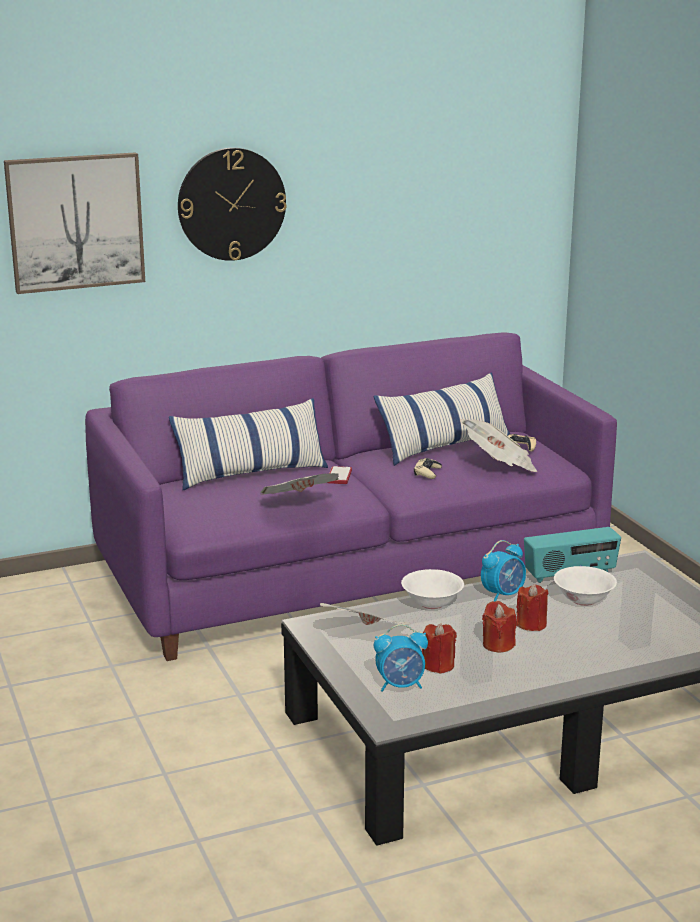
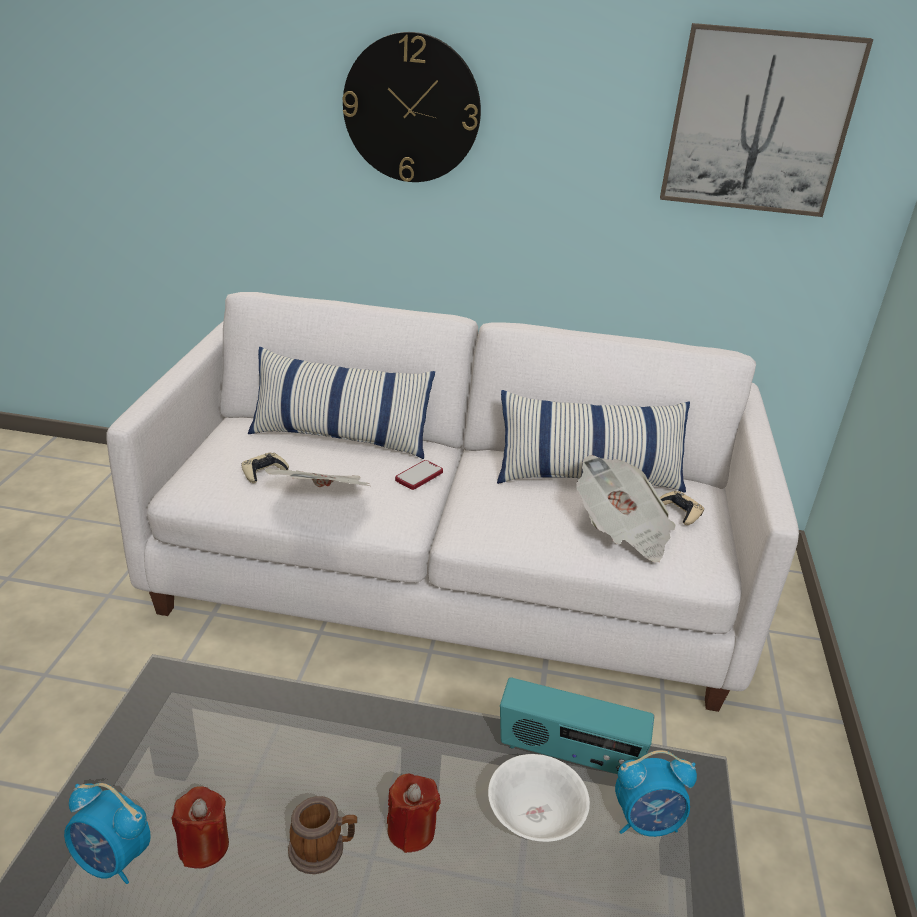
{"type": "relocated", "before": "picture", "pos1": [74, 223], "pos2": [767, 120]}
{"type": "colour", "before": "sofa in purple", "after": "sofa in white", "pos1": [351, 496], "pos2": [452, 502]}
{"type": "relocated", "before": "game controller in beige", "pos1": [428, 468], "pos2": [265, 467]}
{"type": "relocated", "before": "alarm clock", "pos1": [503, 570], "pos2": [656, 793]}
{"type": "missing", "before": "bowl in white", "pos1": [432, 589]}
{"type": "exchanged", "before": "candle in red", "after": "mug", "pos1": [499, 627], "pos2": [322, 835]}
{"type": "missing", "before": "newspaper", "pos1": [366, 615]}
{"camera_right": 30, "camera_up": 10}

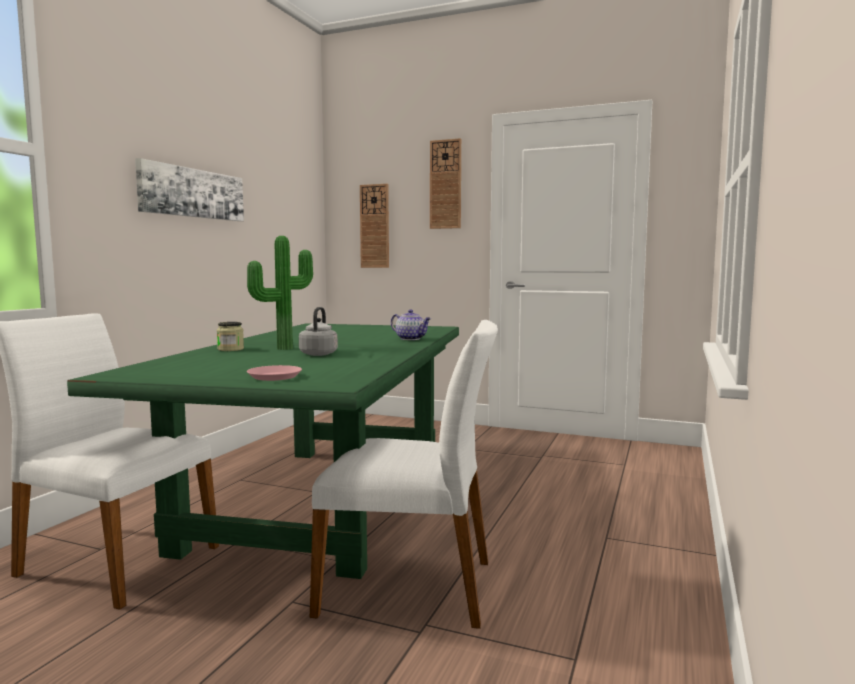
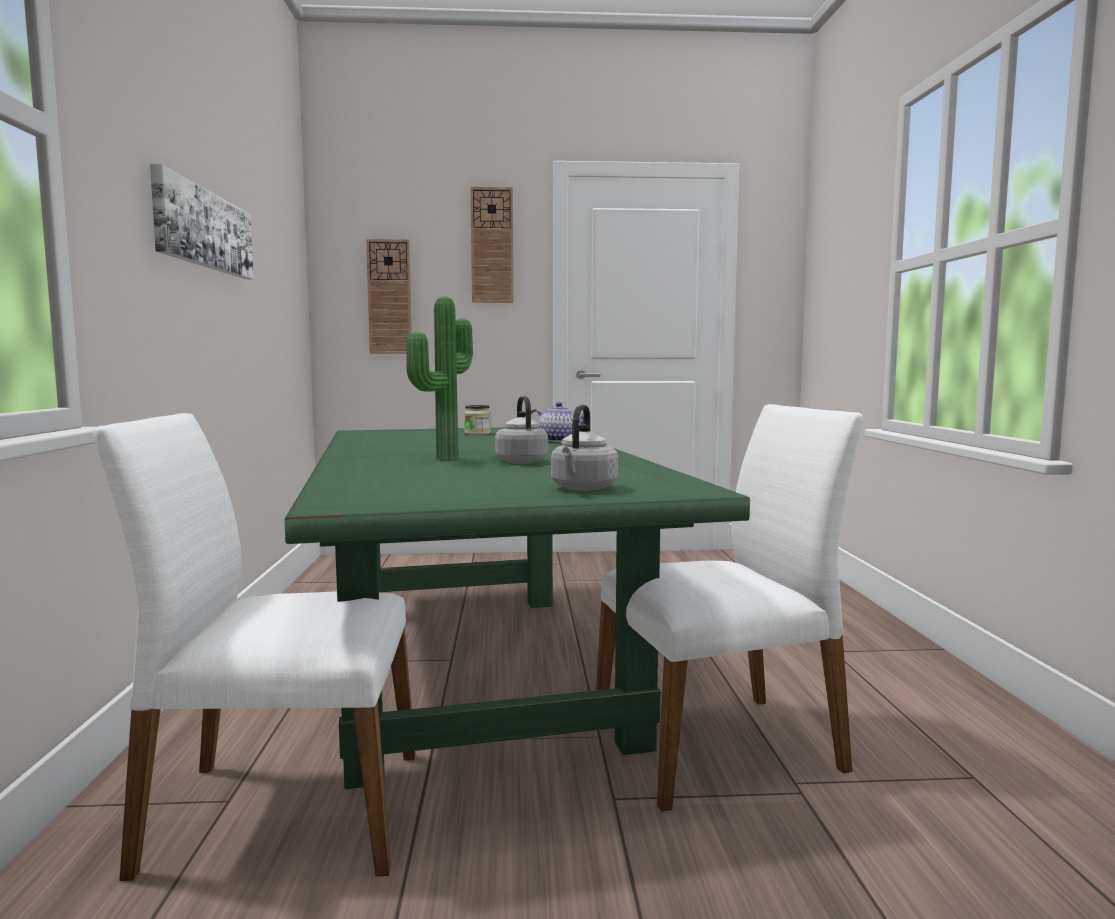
{"type": "relocated", "before": "jar", "pos1": [230, 336], "pos2": [477, 420]}
{"type": "exchanged", "before": "plate in pink", "after": "kettle in grey", "pos1": [274, 373], "pos2": [584, 448]}
{"camera_right": -25, "camera_up": 0}

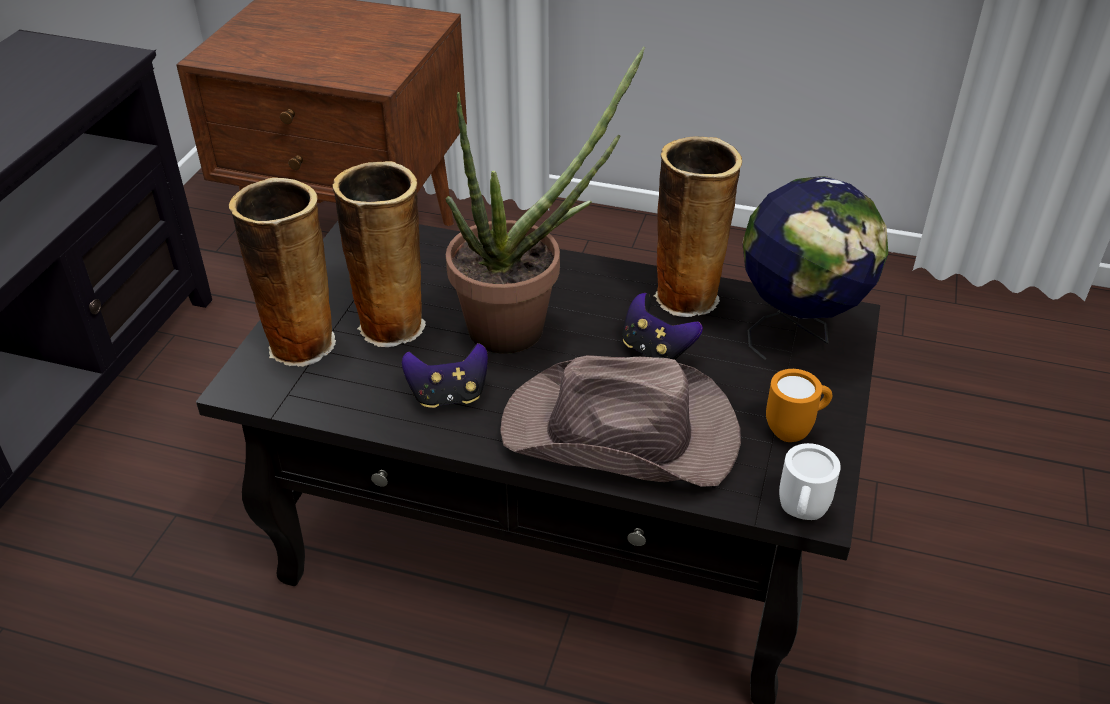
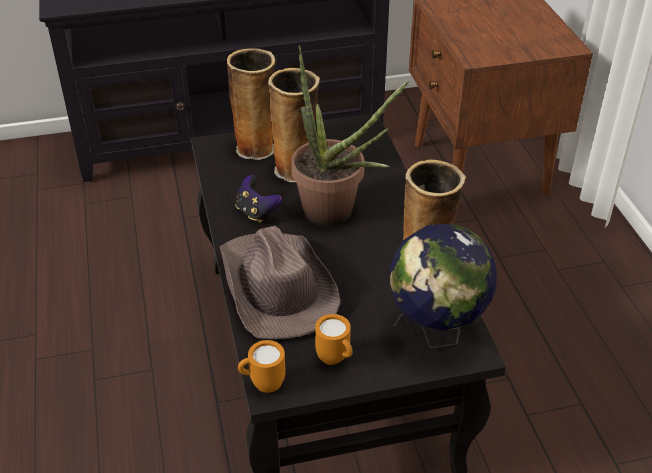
{"type": "missing", "before": "game controller", "pos1": [662, 326]}
{"type": "colour", "before": "mug in white", "after": "mug in orange", "pos1": [810, 481], "pos2": [261, 366]}
{"camera_right": 60, "camera_up": 0}

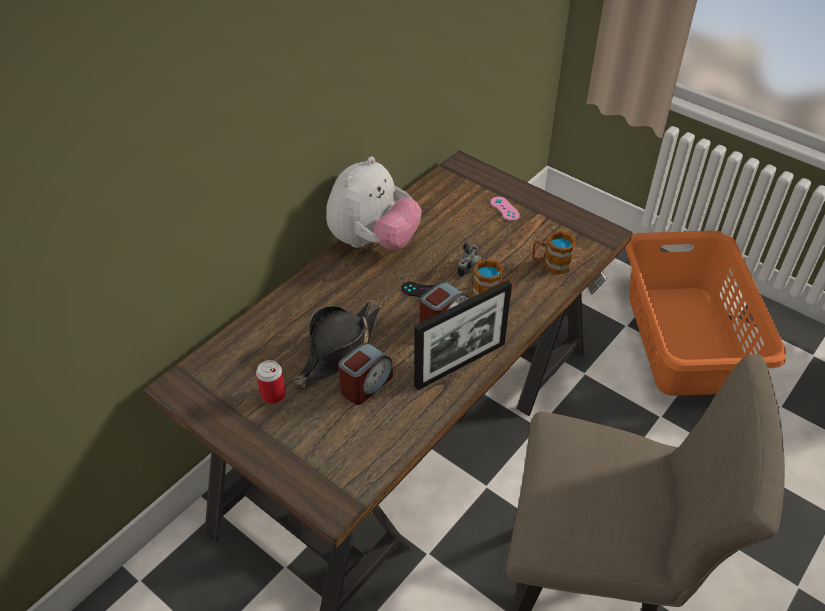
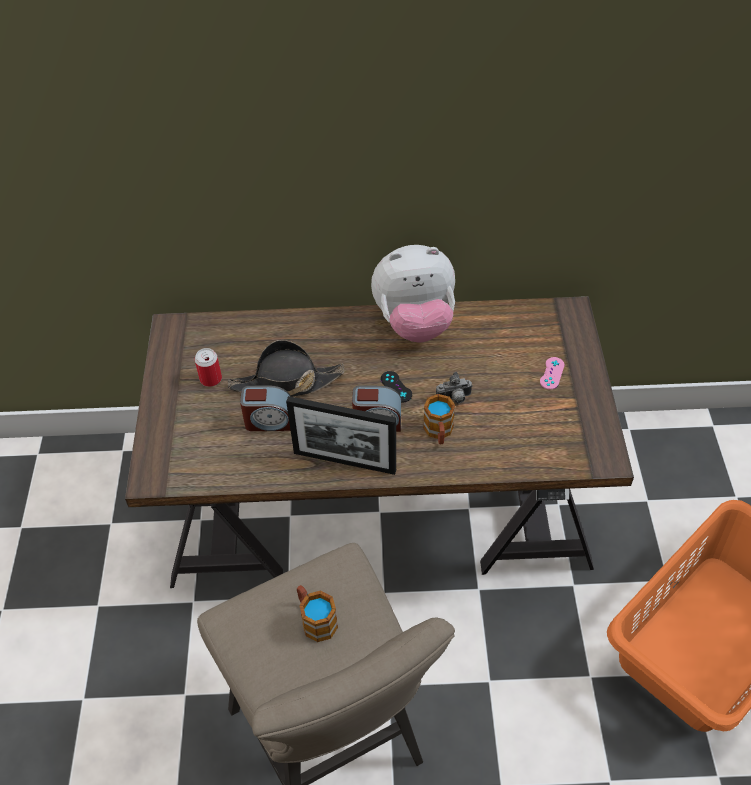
{"type": "relocated", "before": "mug", "pos1": [555, 252], "pos2": [317, 613]}
{"camera_right": 50, "camera_up": 5}

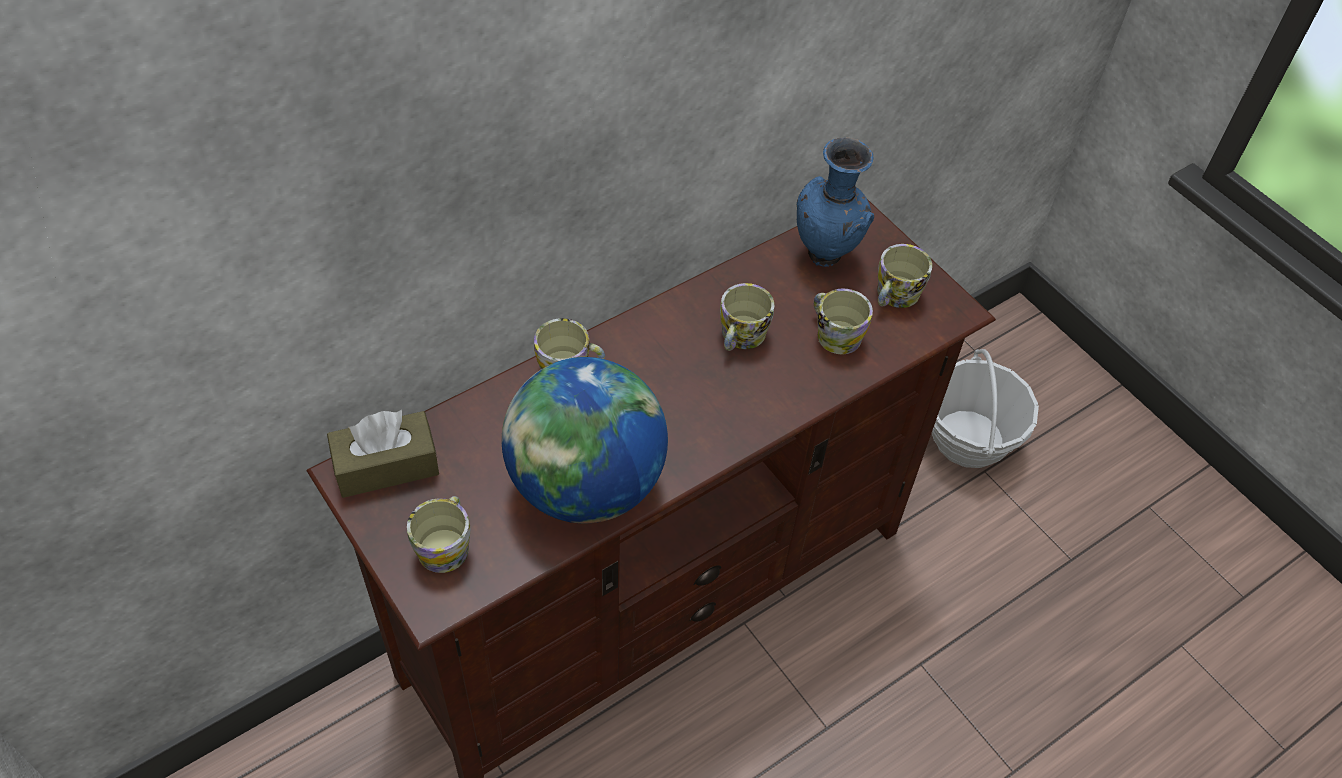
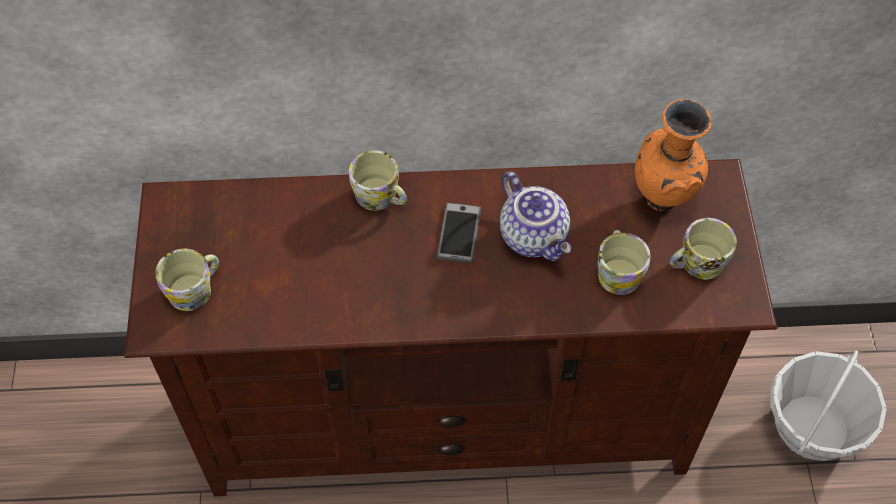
{"type": "colour", "before": "vase in blue", "after": "vase in orange", "pos1": [835, 202], "pos2": [673, 155]}
{"type": "exchanged", "before": "mug", "after": "teapot", "pos1": [747, 317], "pos2": [535, 216]}
{"type": "missing", "before": "globe", "pos1": [585, 440]}
{"type": "missing", "before": "tissue box in brown", "pos1": [383, 454]}
{"type": "appeared", "after": "phone", "pos2": [459, 233]}
{"camera_right": 35, "camera_up": 5}

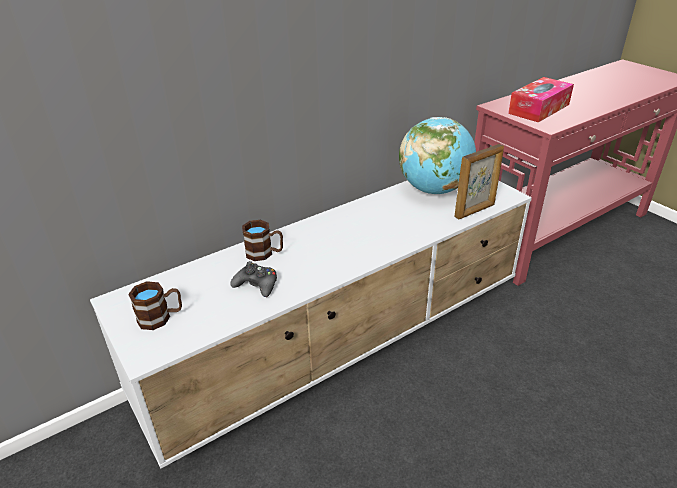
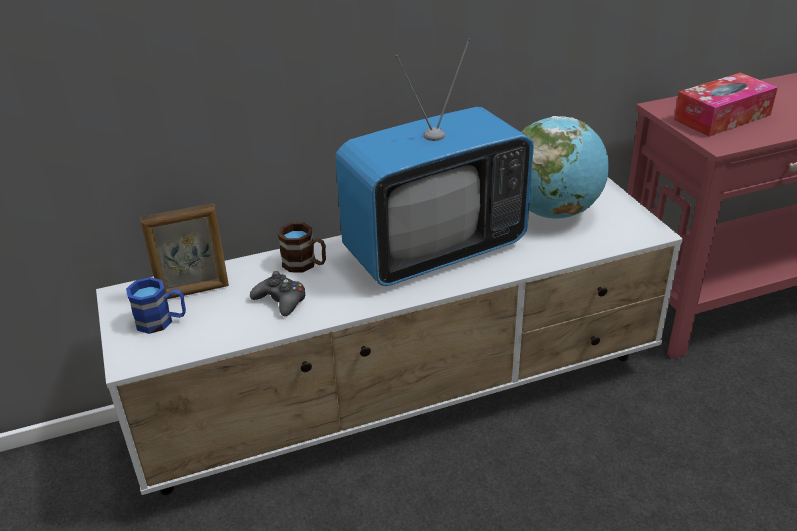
{"type": "relocated", "before": "picture frame", "pos1": [479, 182], "pos2": [184, 251]}
{"type": "colour", "before": "mug in brown", "after": "mug in blue", "pos1": [155, 305], "pos2": [156, 305]}
{"type": "appeared", "after": "television", "pos2": [434, 162]}
{"camera_right": 15, "camera_up": 0}

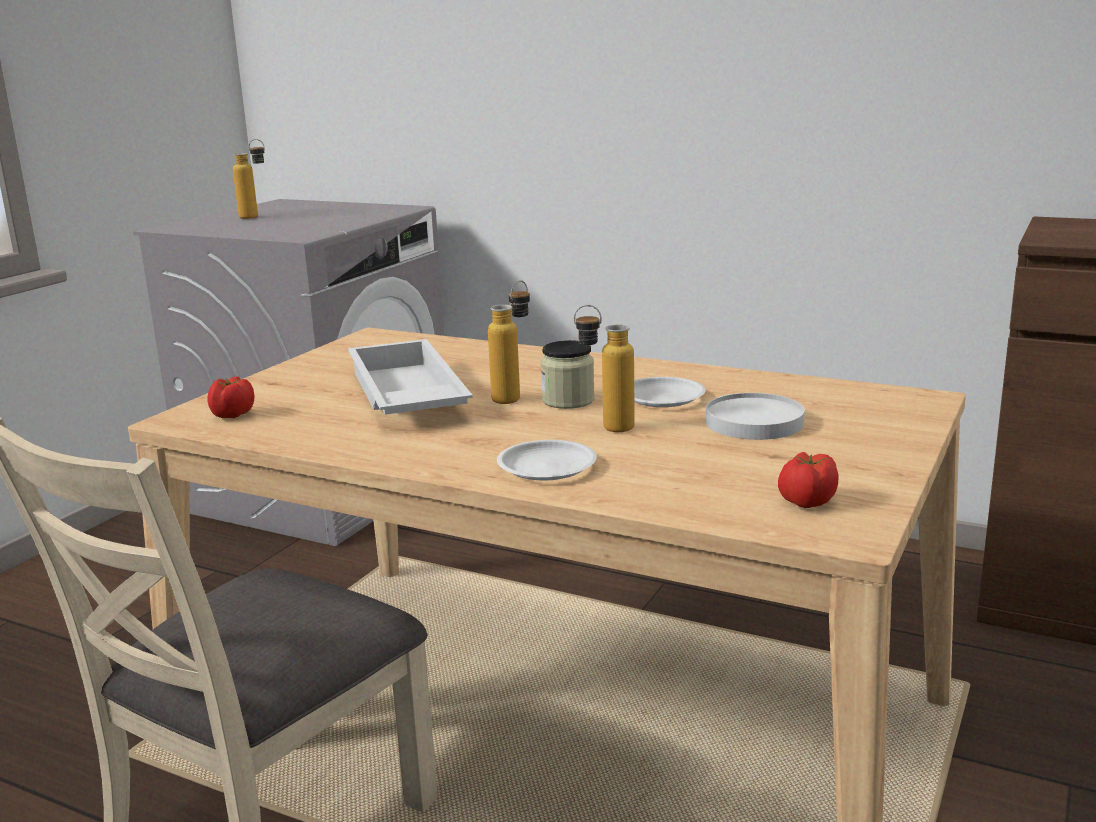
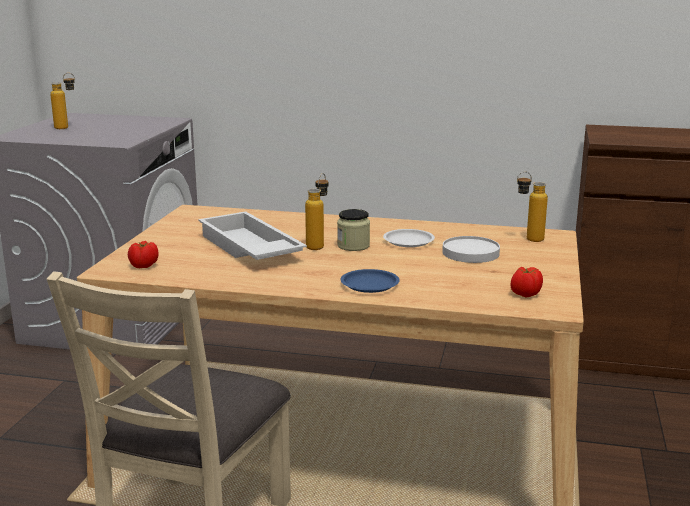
{"type": "relocated", "before": "bottle", "pos1": [604, 368], "pos2": [532, 206]}
{"type": "colour", "before": "plate in white", "after": "plate in blue", "pos1": [547, 460], "pos2": [370, 281]}
{"camera_right": -15, "camera_up": 0}

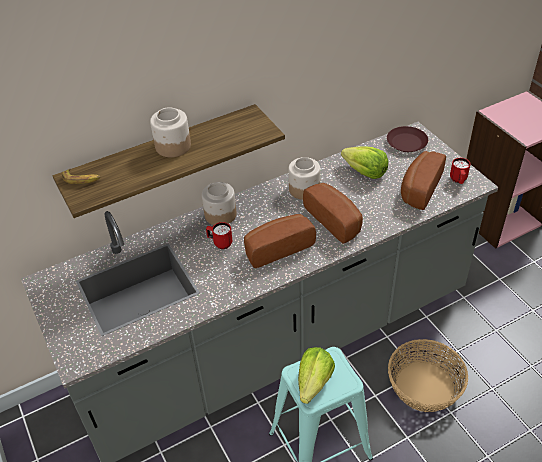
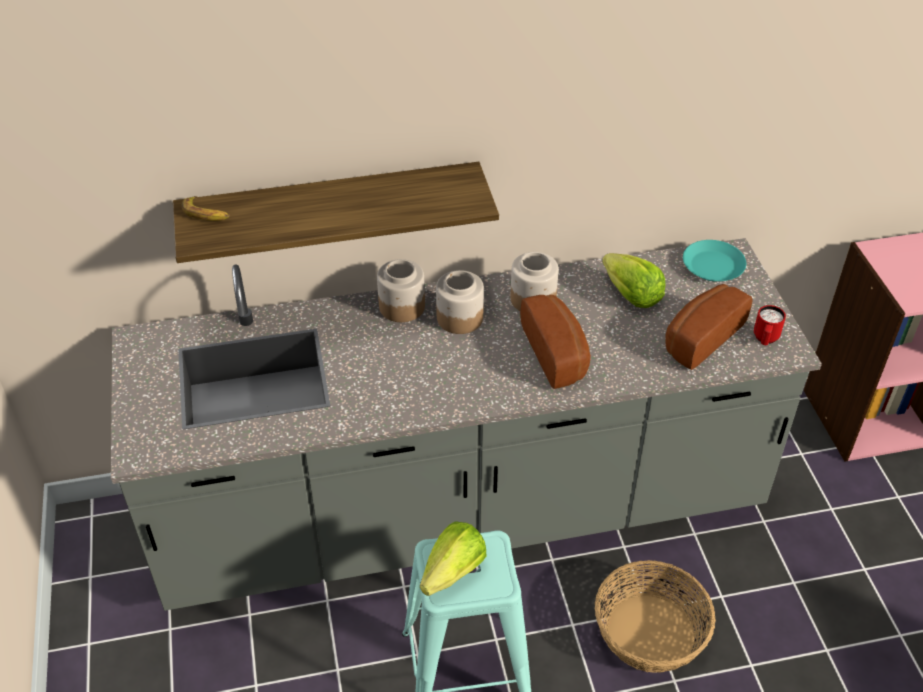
{"type": "relocated", "before": "jar", "pos1": [170, 132], "pos2": [460, 302]}
{"type": "colour", "before": "plate in brown", "after": "plate in turquoise", "pos1": [407, 139], "pos2": [714, 261]}
{"type": "missing", "before": "bread", "pos1": [280, 241]}
{"type": "missing", "before": "mug in red", "pos1": [219, 235]}
{"camera_right": 15, "camera_up": 0}

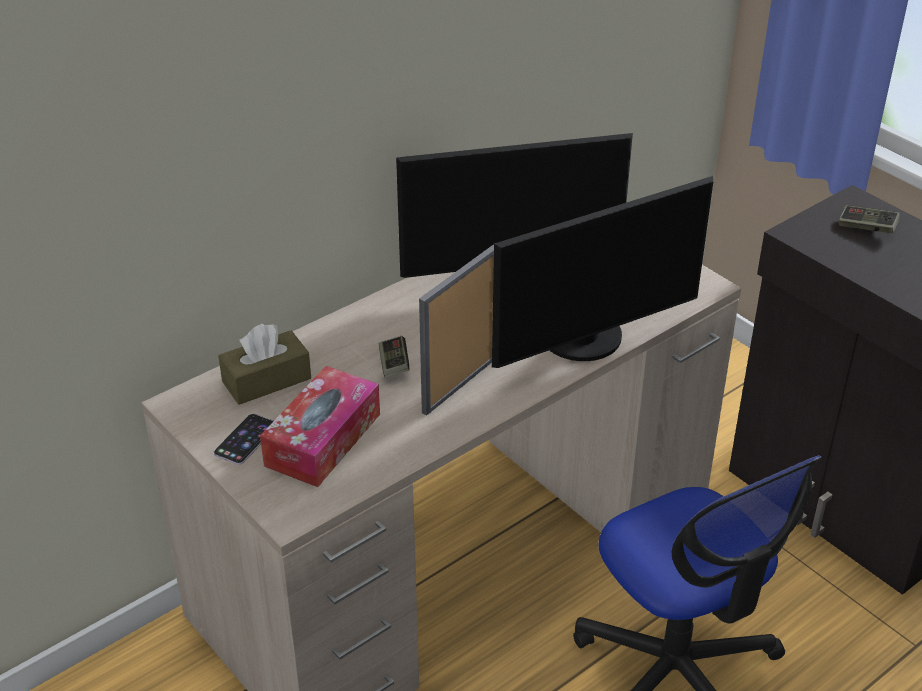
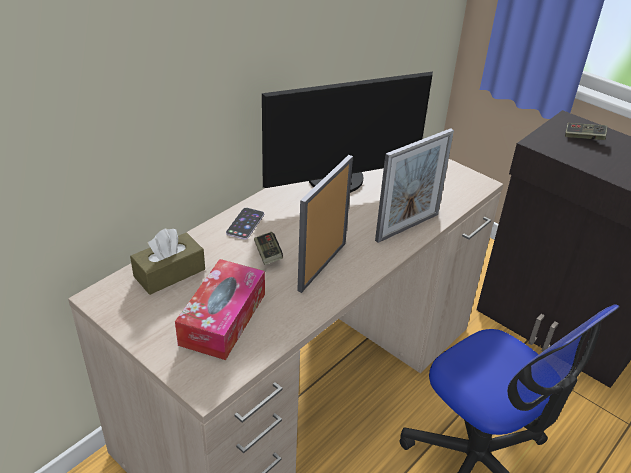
{"type": "exchanged", "before": "monitor", "after": "picture frame", "pos1": [602, 272], "pos2": [414, 185]}
{"type": "relocated", "before": "phone", "pos1": [243, 439], "pos2": [245, 224]}
{"camera_right": -10, "camera_up": 0}

